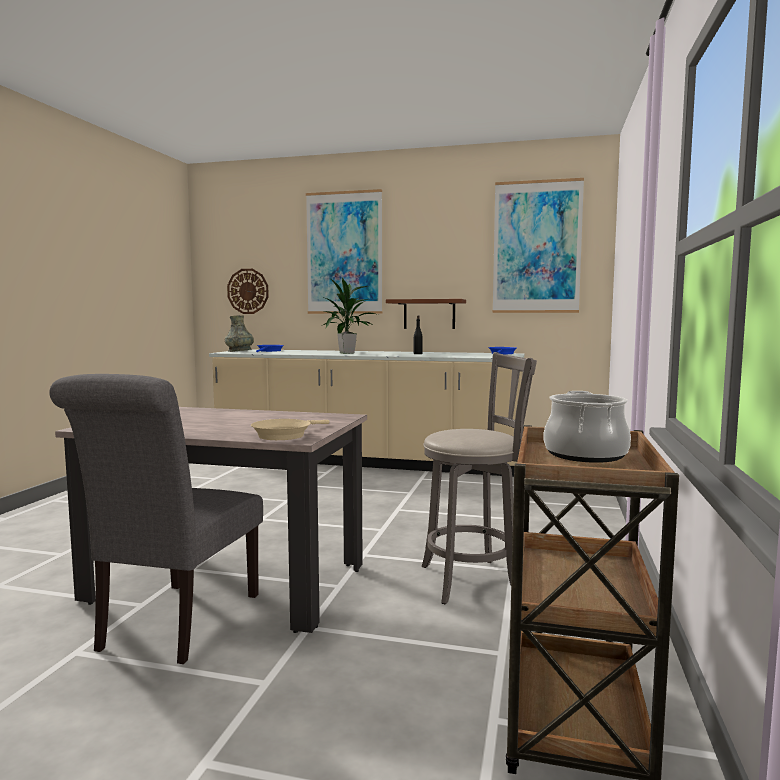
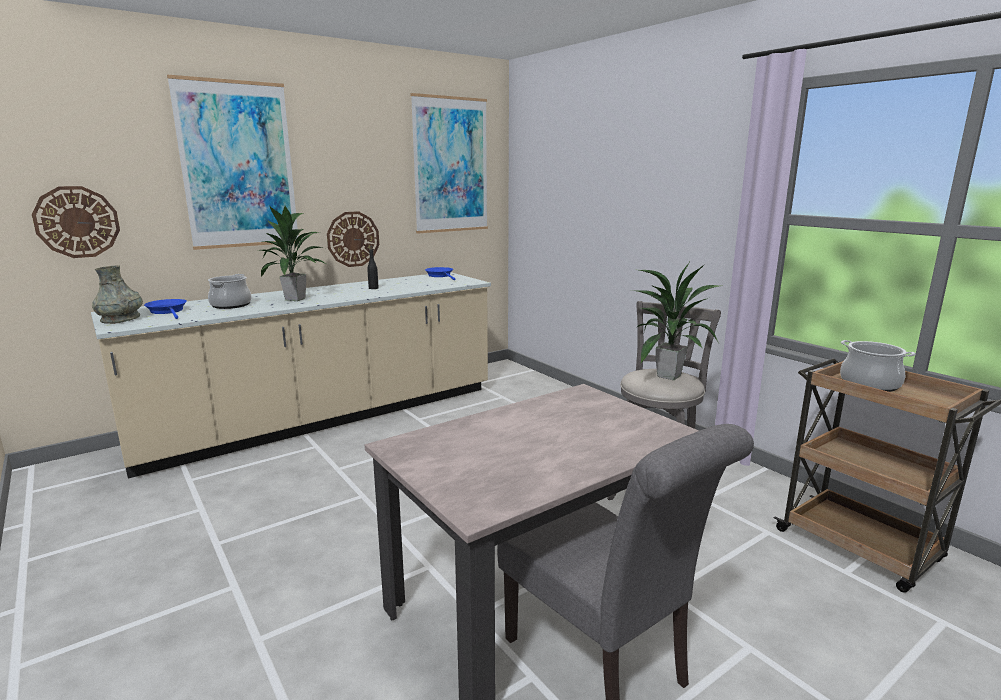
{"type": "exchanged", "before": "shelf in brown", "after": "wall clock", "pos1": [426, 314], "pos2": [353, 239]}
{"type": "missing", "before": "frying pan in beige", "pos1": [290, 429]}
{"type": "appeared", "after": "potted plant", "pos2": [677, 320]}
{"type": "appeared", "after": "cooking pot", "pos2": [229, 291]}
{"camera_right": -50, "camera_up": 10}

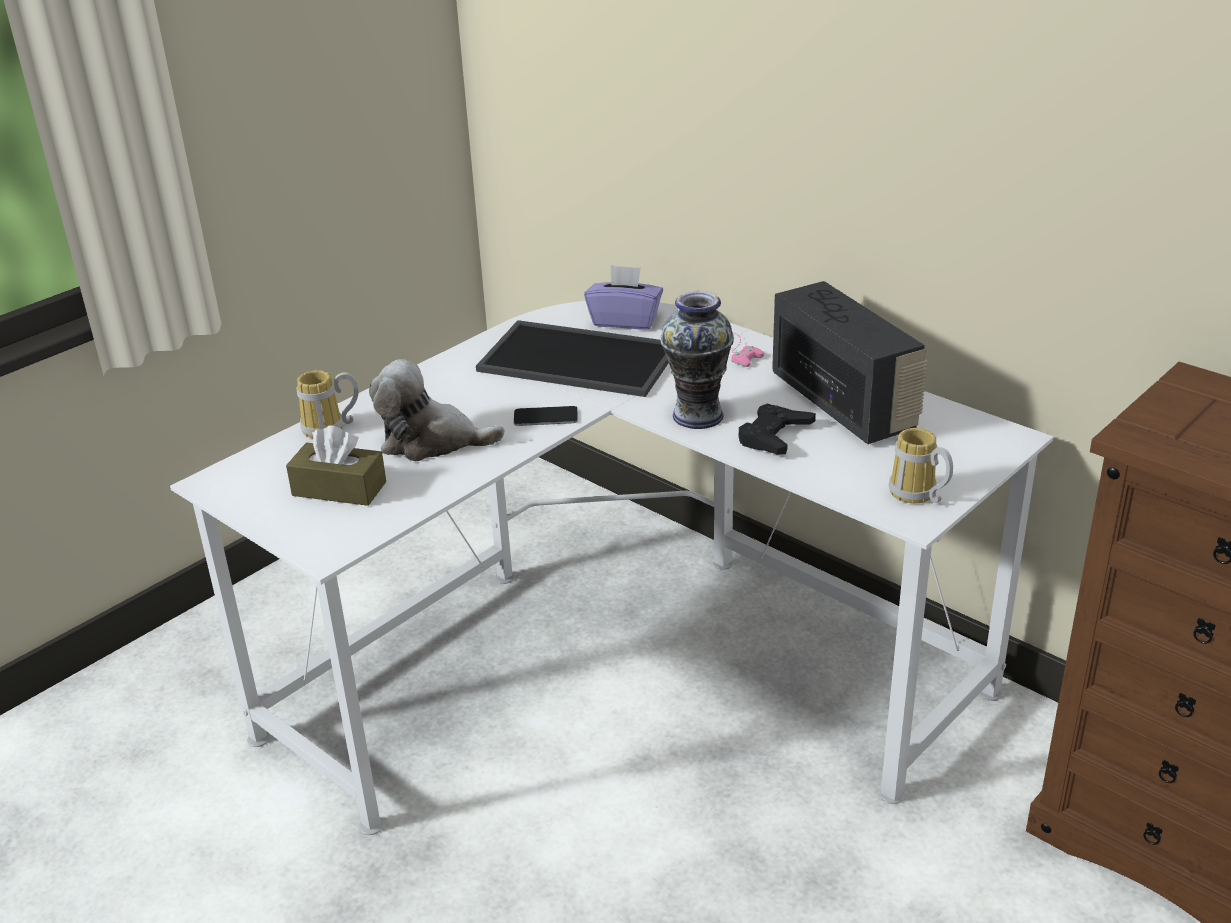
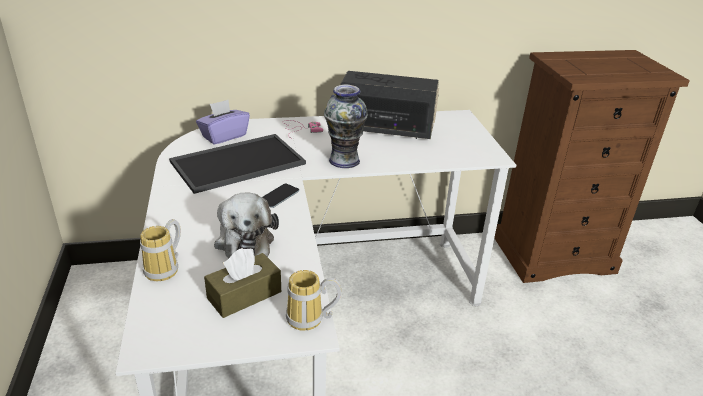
{"type": "spun", "before": "plush toy", "pos1": [437, 410], "pos2": [246, 225], "turn": -60}
{"type": "missing", "before": "game controller in black", "pos1": [777, 428]}
{"type": "relocated", "before": "mug", "pos1": [921, 465], "pos2": [313, 300]}
{"camera_right": -55, "camera_up": 0}

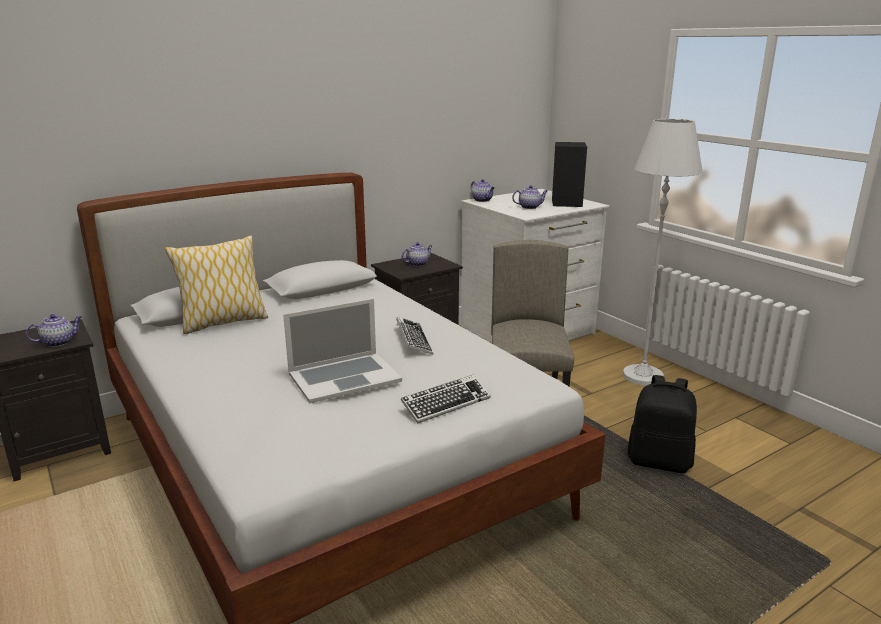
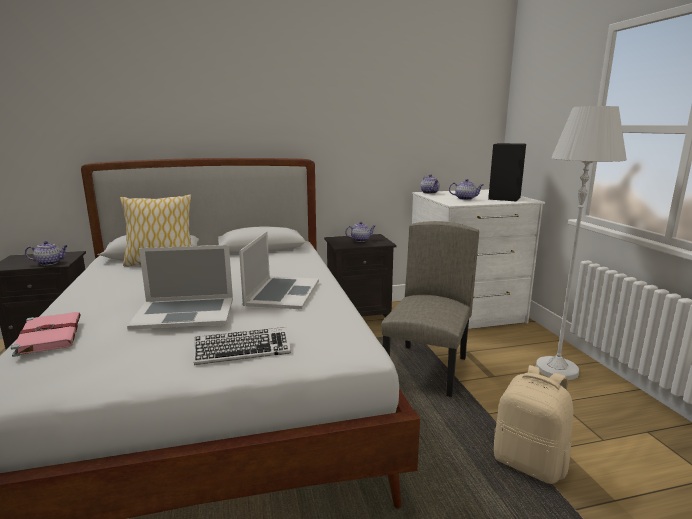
{"type": "exchanged", "before": "keyboard", "after": "laptop", "pos1": [414, 335], "pos2": [279, 270]}
{"type": "colour", "before": "backpack in black", "after": "backpack in beige", "pos1": [662, 424], "pos2": [533, 424]}
{"type": "appeared", "after": "book in pink", "pos2": [46, 334]}
{"camera_right": 20, "camera_up": -5}

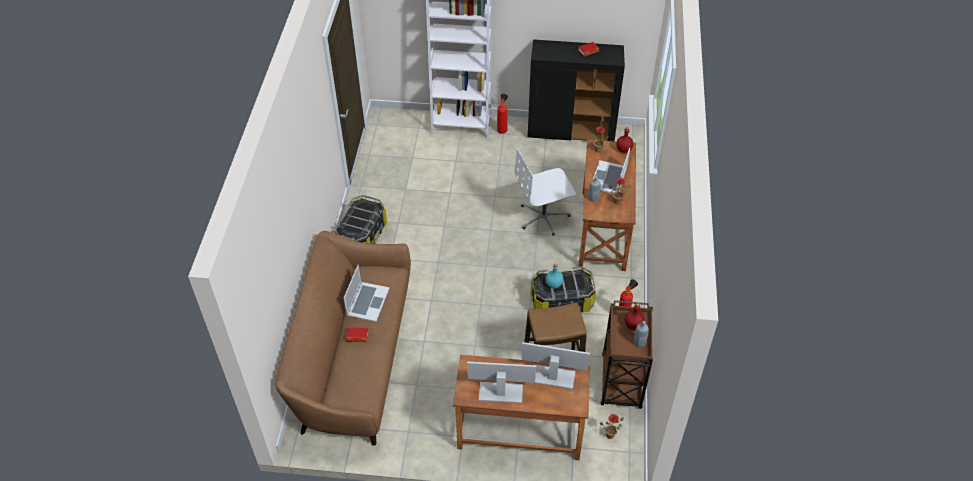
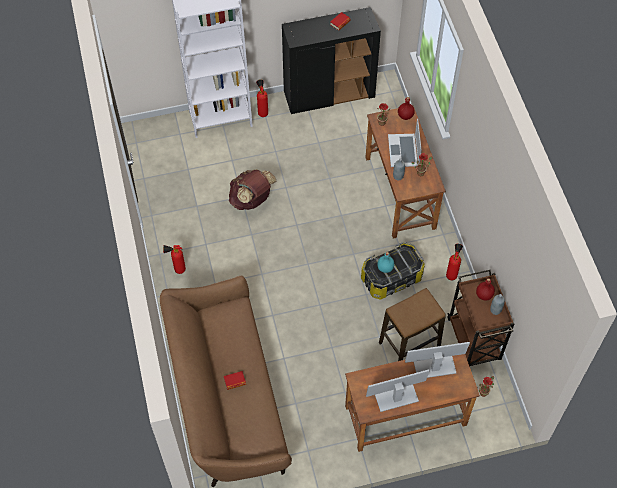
{"type": "missing", "before": "office chair in white", "pos1": [545, 192]}
{"type": "exchanged", "before": "storage box", "after": "fire extinguisher", "pos1": [360, 219], "pos2": [174, 259]}
{"type": "missing", "before": "laptop", "pos1": [366, 293]}
{"type": "appeared", "after": "backpack in brown", "pos2": [252, 189]}
{"camera_right": -20, "camera_up": 10}

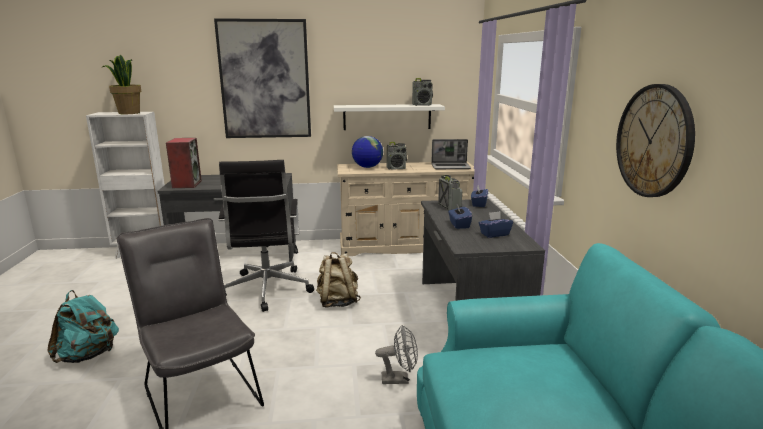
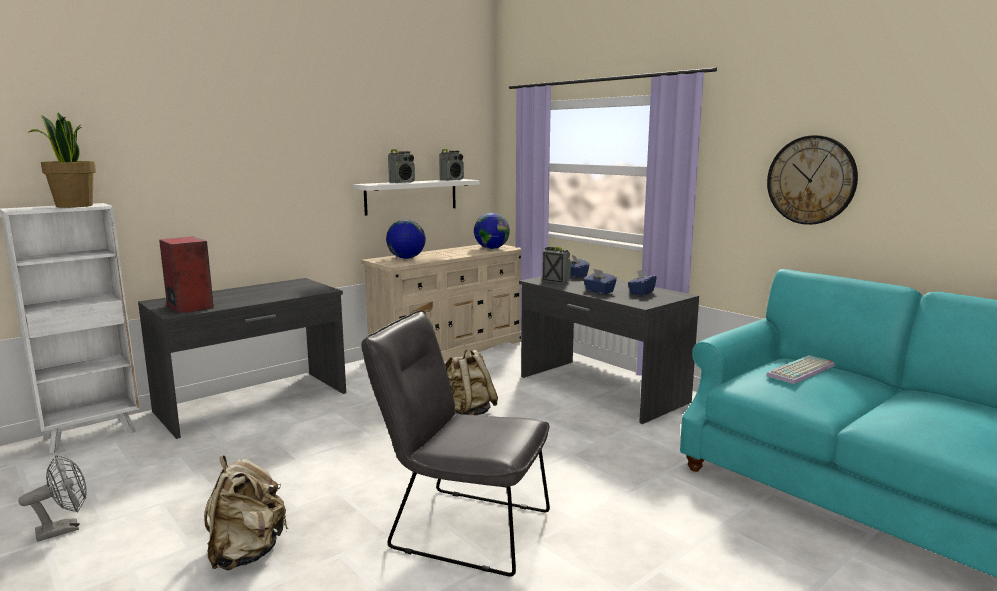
{"type": "missing", "before": "picture", "pos1": [262, 78]}
{"type": "exchanged", "before": "laptop", "after": "globe", "pos1": [451, 154], "pos2": [492, 231]}
{"type": "relocated", "before": "radio", "pos1": [397, 156], "pos2": [401, 166]}
{"type": "missing", "before": "office chair in black", "pos1": [266, 236]}
{"type": "colour", "before": "backpack in turquoise", "after": "backpack in beige", "pos1": [83, 326], "pos2": [246, 513]}
{"type": "relocated", "before": "fan in grey", "pos1": [396, 354], "pos2": [53, 498]}
{"type": "appeared", "after": "keyboard", "pos2": [800, 369]}
{"camera_right": -35, "camera_up": -5}

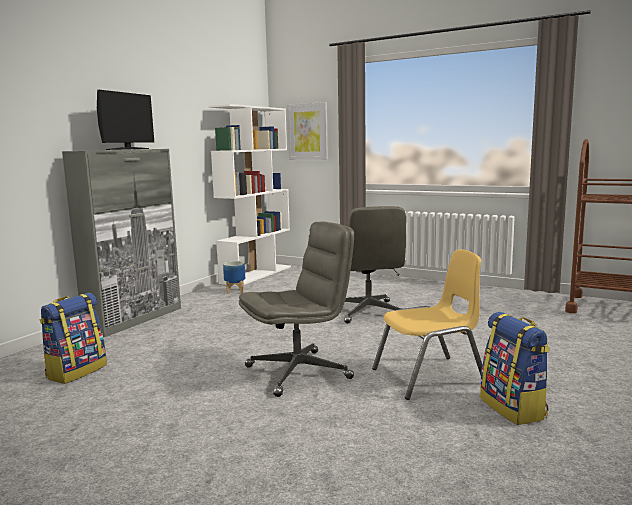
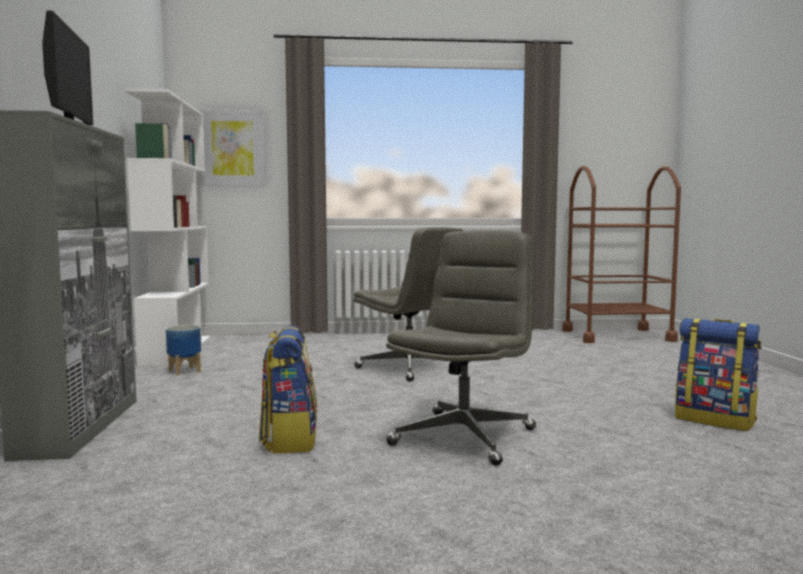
{"type": "missing", "before": "chair in yellow", "pos1": [427, 324]}
{"type": "relocated", "before": "backpack", "pos1": [73, 338], "pos2": [288, 389]}
{"camera_right": -35, "camera_up": -5}

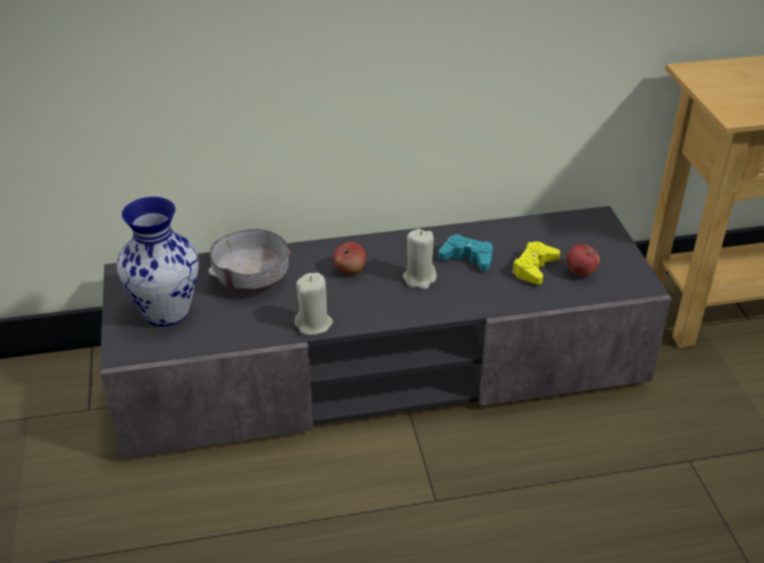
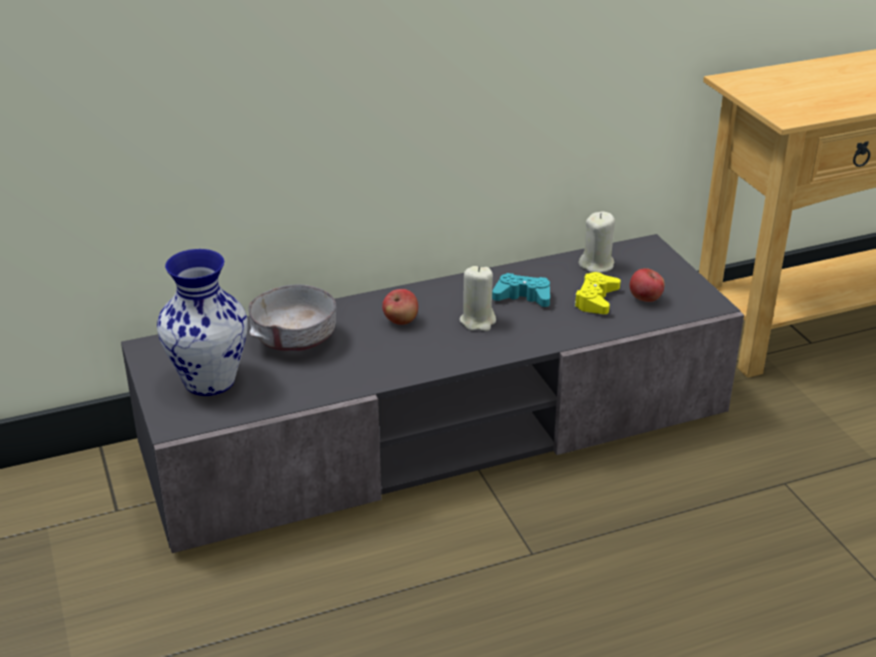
{"type": "relocated", "before": "candle in beige", "pos1": [313, 304], "pos2": [596, 242]}
{"camera_right": -10, "camera_up": -5}

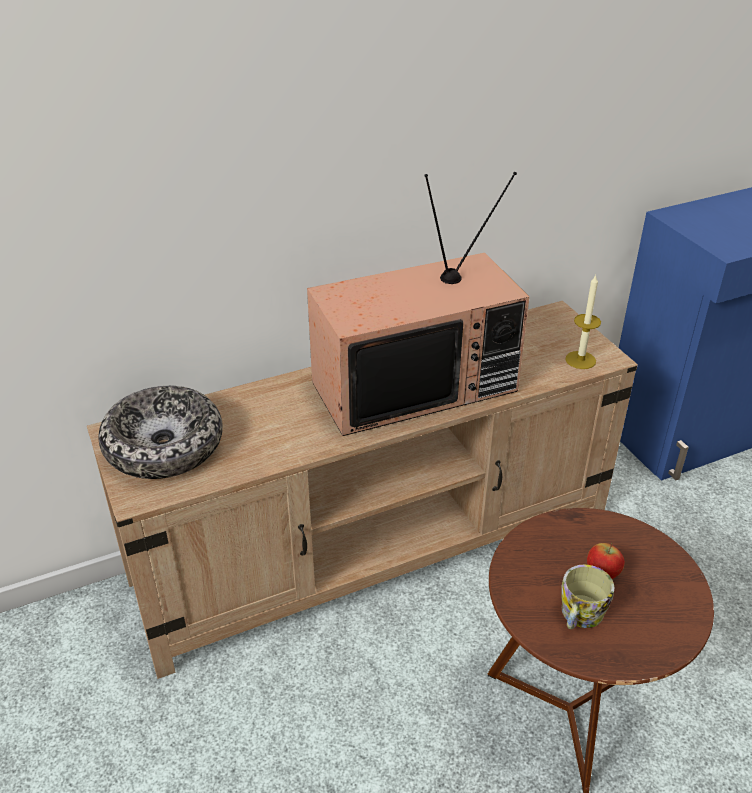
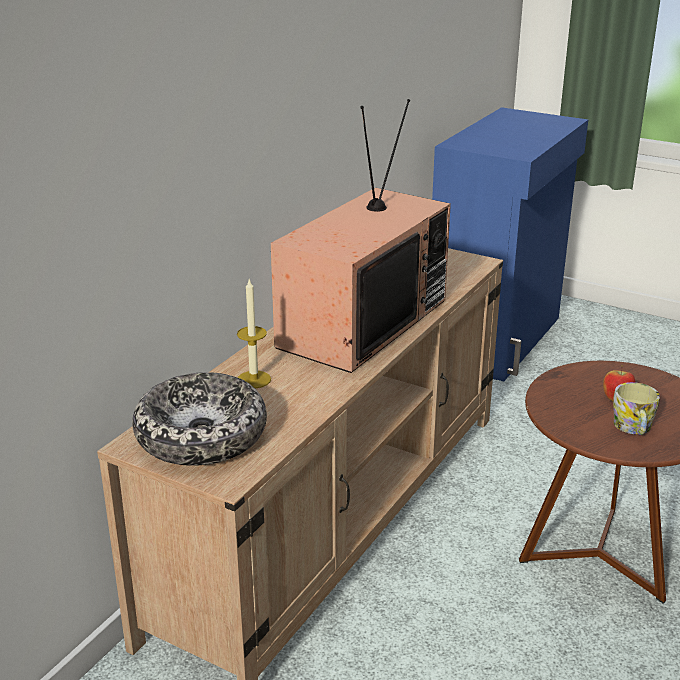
{"type": "relocated", "before": "candle", "pos1": [583, 322], "pos2": [254, 334]}
{"camera_right": -35, "camera_up": -10}

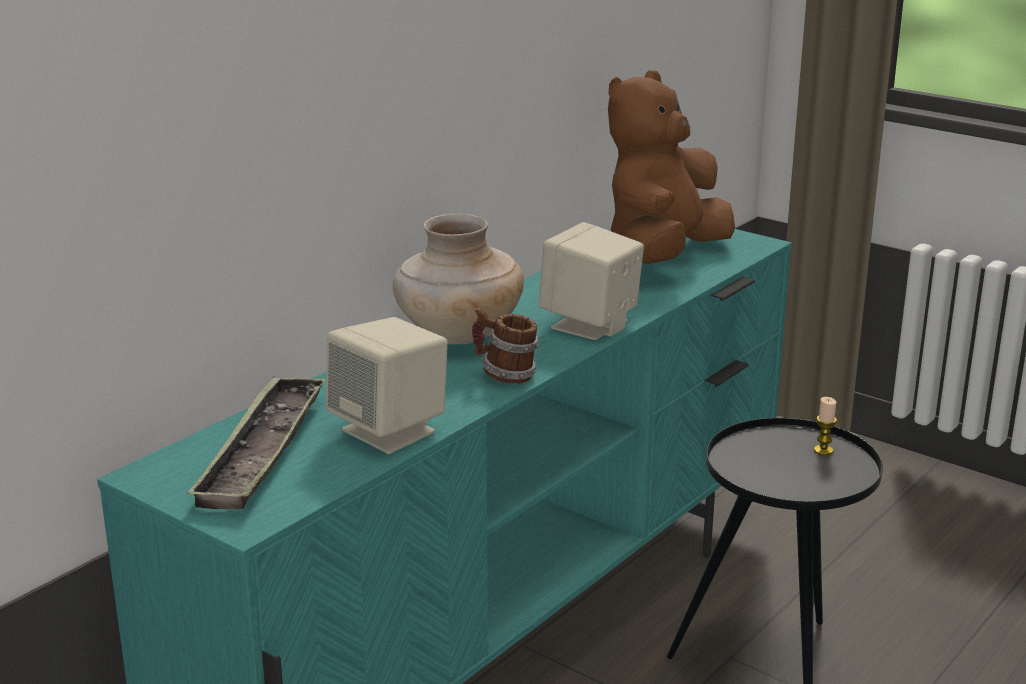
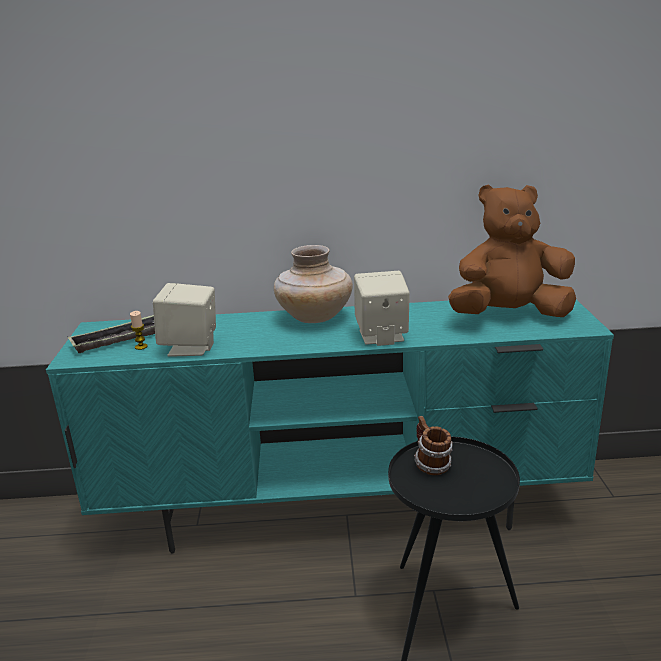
{"type": "relocated", "before": "mug", "pos1": [505, 346], "pos2": [433, 445]}
{"type": "relocated", "before": "candle", "pos1": [825, 426], "pos2": [139, 330]}
{"camera_right": 50, "camera_up": 0}

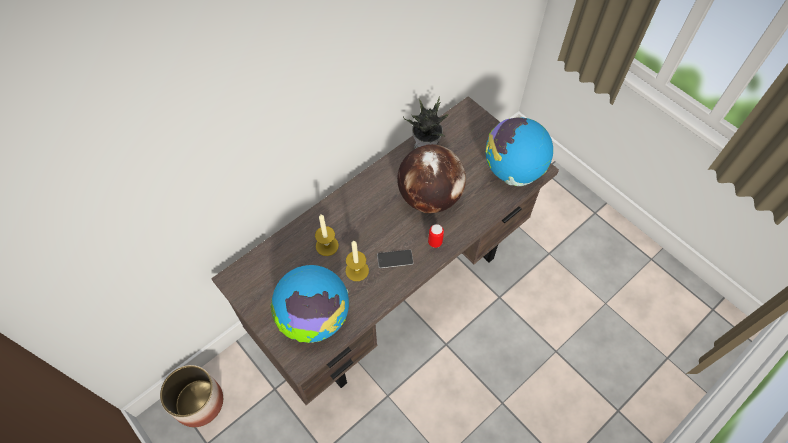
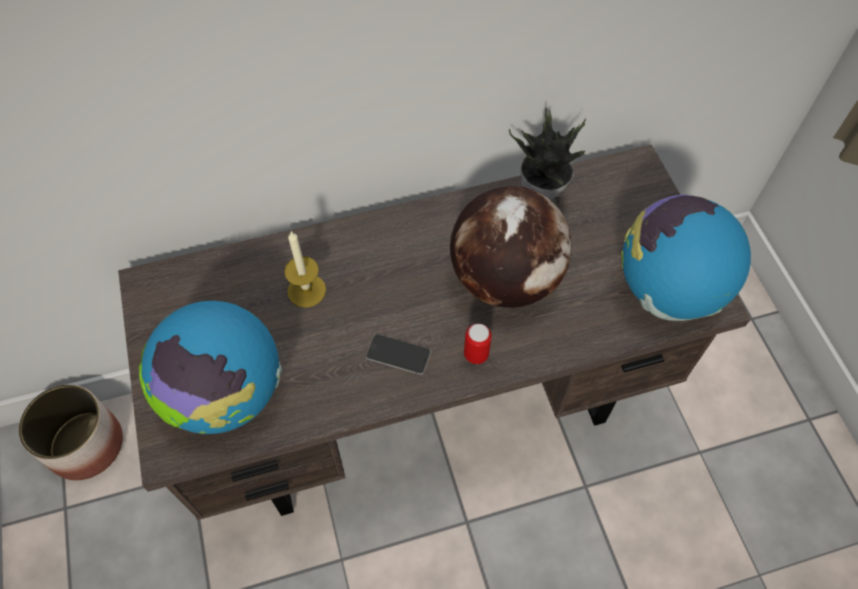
{"type": "missing", "before": "candle", "pos1": [357, 260]}
{"camera_right": 25, "camera_up": 0}

